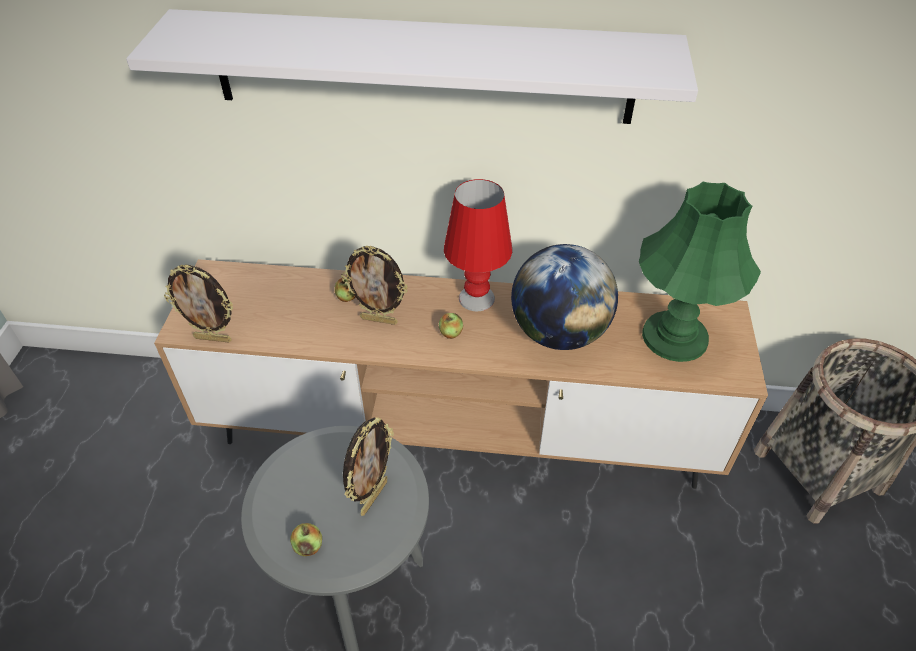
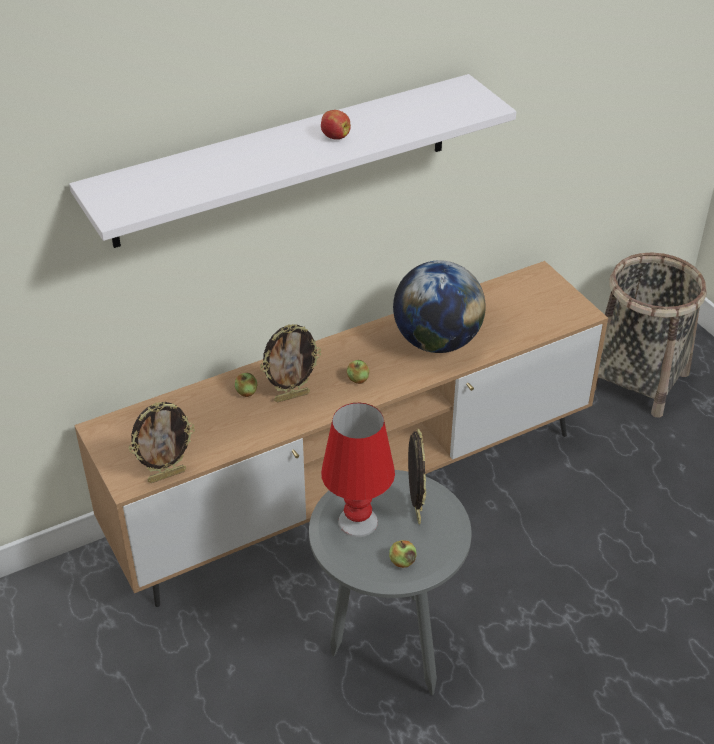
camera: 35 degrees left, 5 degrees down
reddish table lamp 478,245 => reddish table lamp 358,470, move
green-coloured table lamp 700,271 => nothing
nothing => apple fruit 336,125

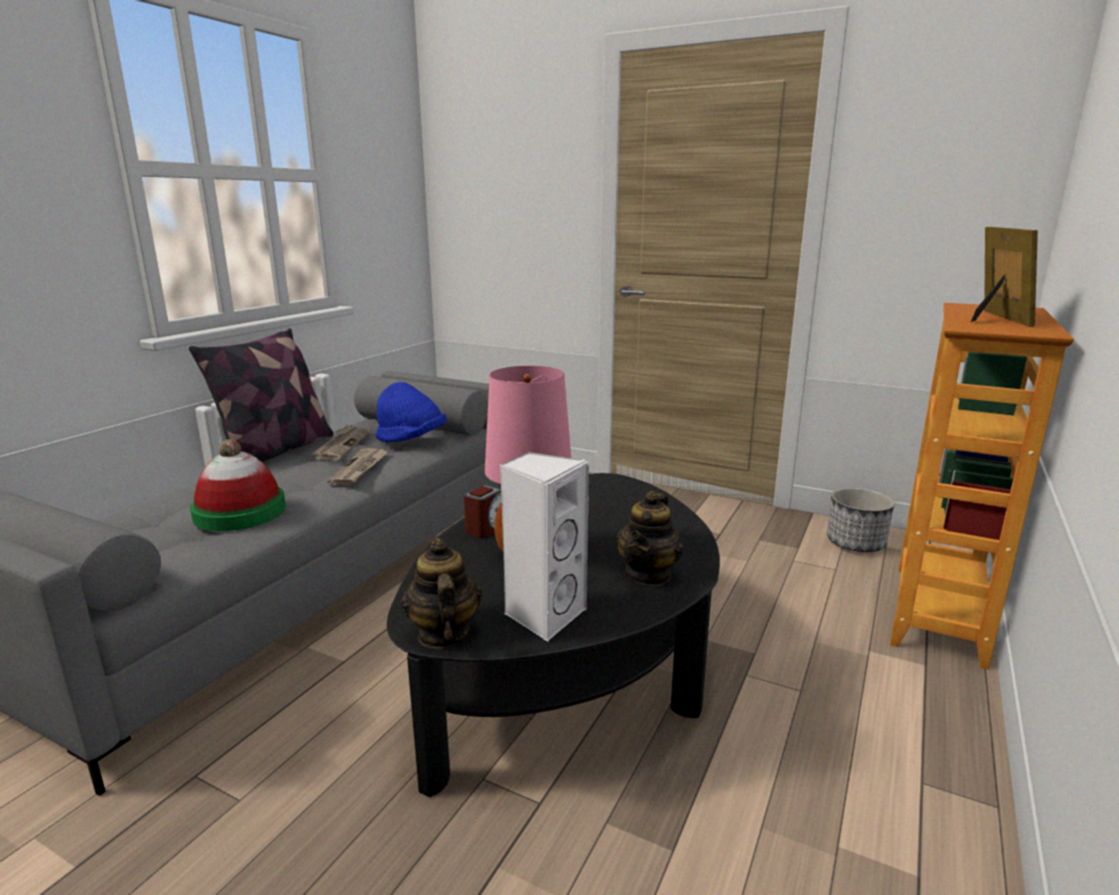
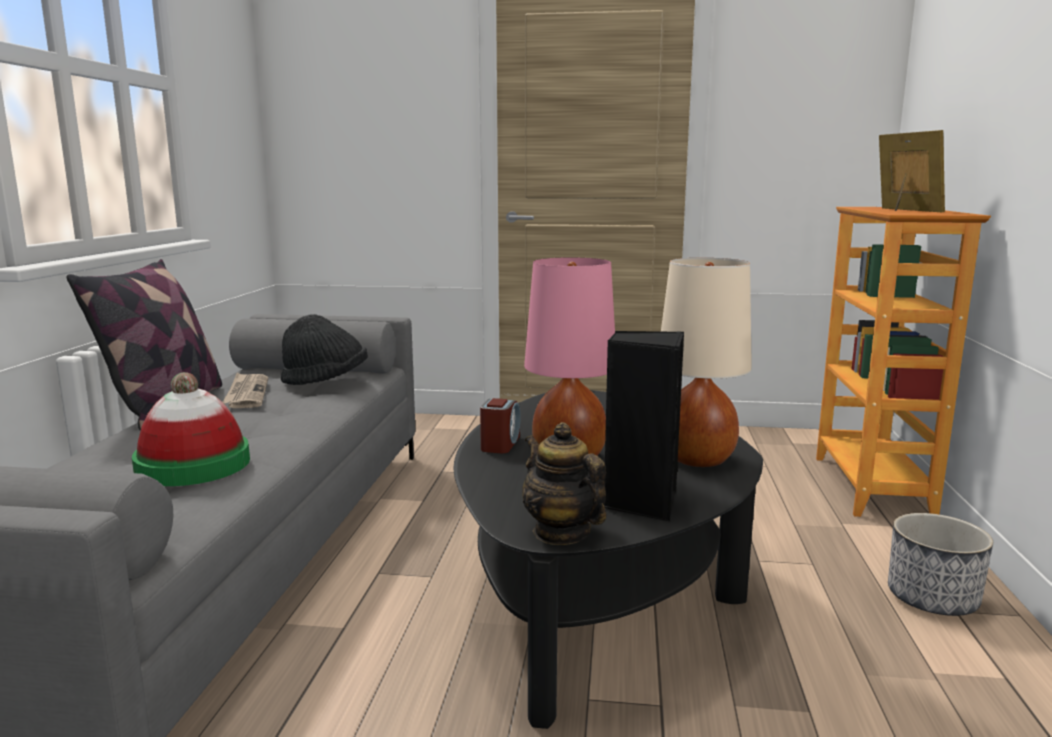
camera: 20 degrees left, 5 degrees down
blue wearable hat 411,412 => black-coloured wearable hat 324,349
newspaper 357,467 => nothing
white-coloured loudspeaker 544,546 => black-coloured loudspeaker 644,426
flower pot 861,520 => flower pot 940,564, move
teapot 650,538 => beige-coloured table lamp 706,362

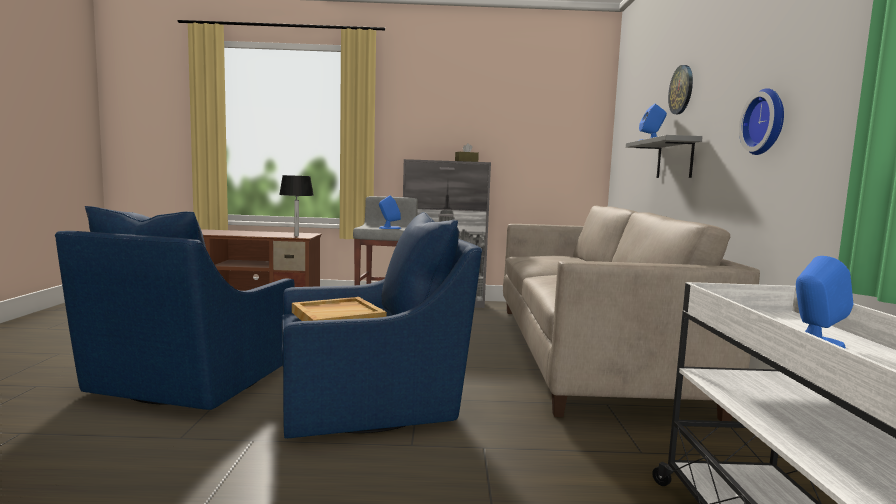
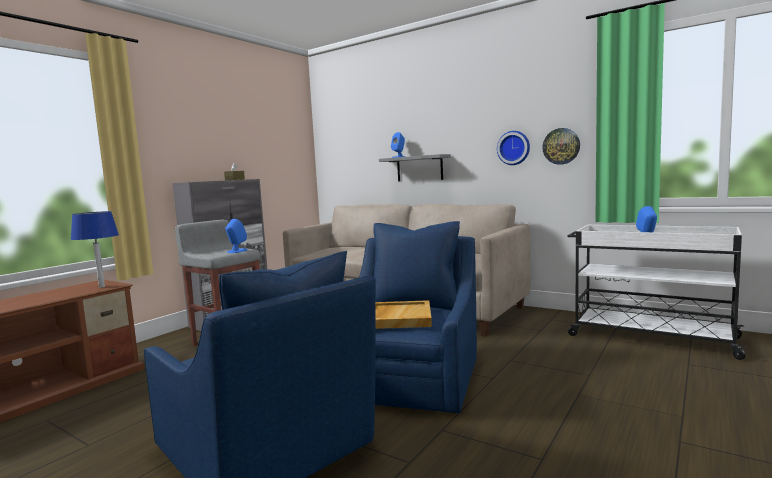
camera: 55 degrees left, 0 degrees up
wall clock 680,89 => wall clock 561,146, move
black-coloured table lamp 296,205 => blue table lamp 94,249

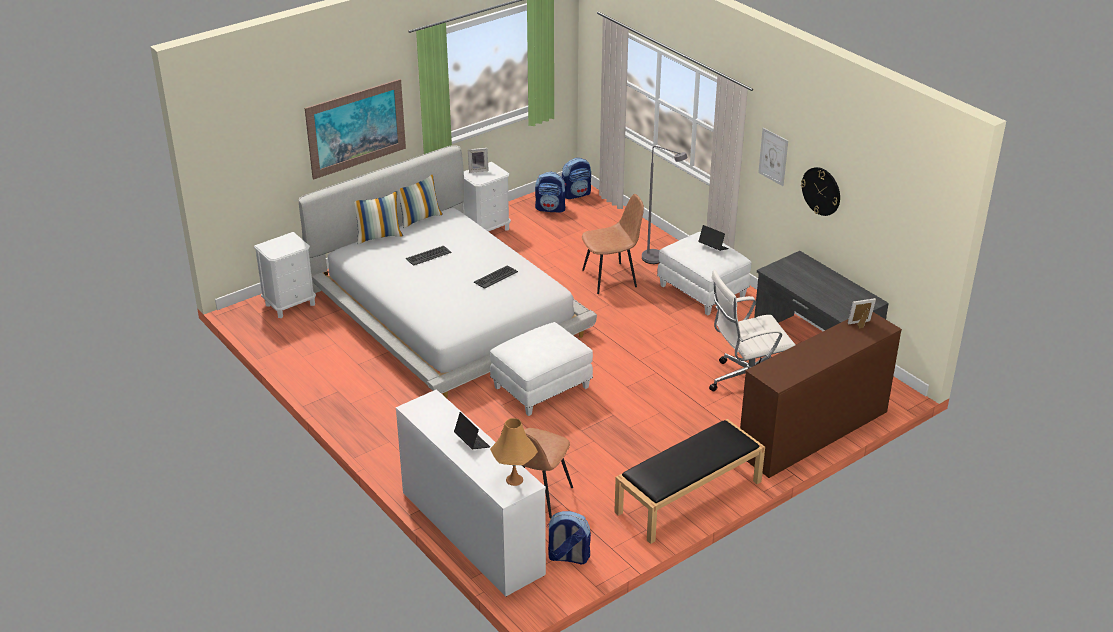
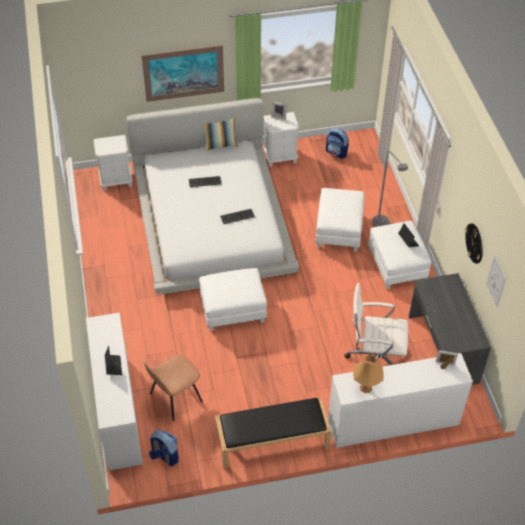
camera: 25 degrees right, 15 degrees up
picture 773,157 => picture 496,281, move
backpack 576,178 => nothing
throw pillow 379,217 => nothing
brown-coloured upright chair 613,244 => white-coloured ottoman 339,220
brown-coloured dresser 821,395 => white-coloured dresser 400,400
orangey table lamp 514,452 => orangey table lamp 368,374, move

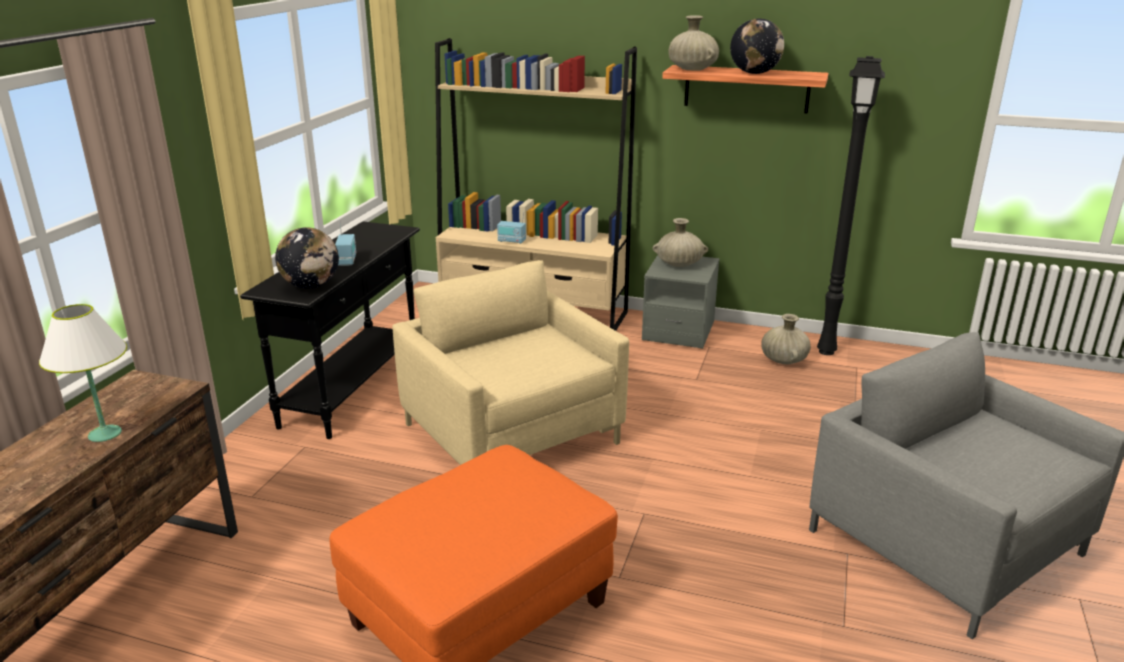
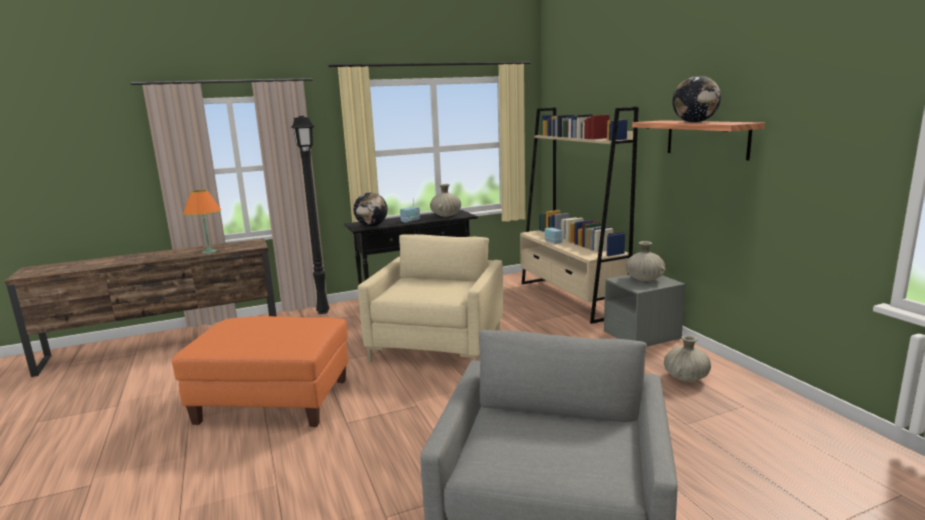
camera: 50 degrees right, 10 degrees down
beige-coloured flower vase 693,43 => beige-coloured flower vase 445,200, move
black-coloured standing lamp 851,205 => black-coloured standing lamp 310,215, move
white-coloured table lamp 83,373 => orangey table lamp 202,221

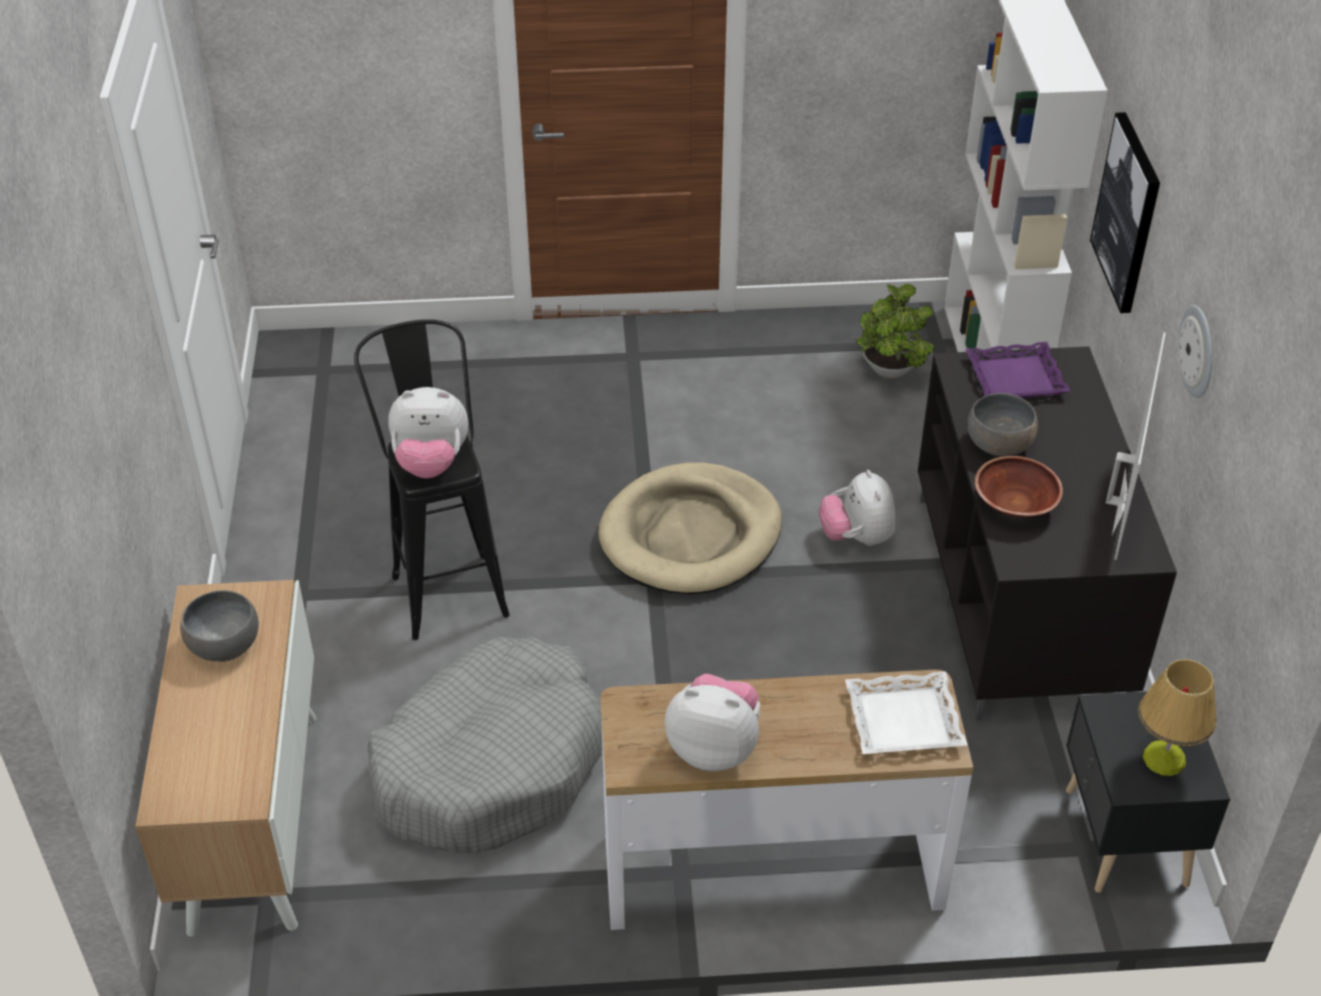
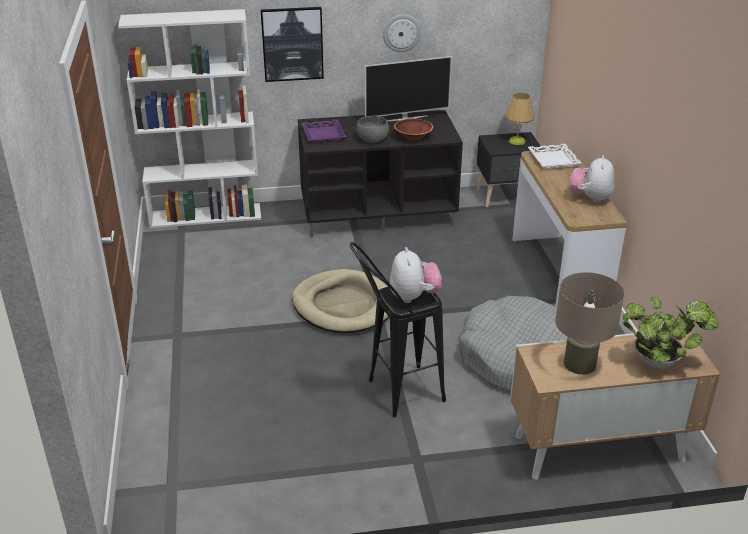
camera: 95 degrees left, 10 degrees down
plant in a pot 895,331 => plant in a pot 670,333, move
television 1136,446 => television 408,88, 150 degrees clockwise
cuddly toy 857,508 => nothing
grey deep dish 219,626 => beige-coloured table lamp 589,323

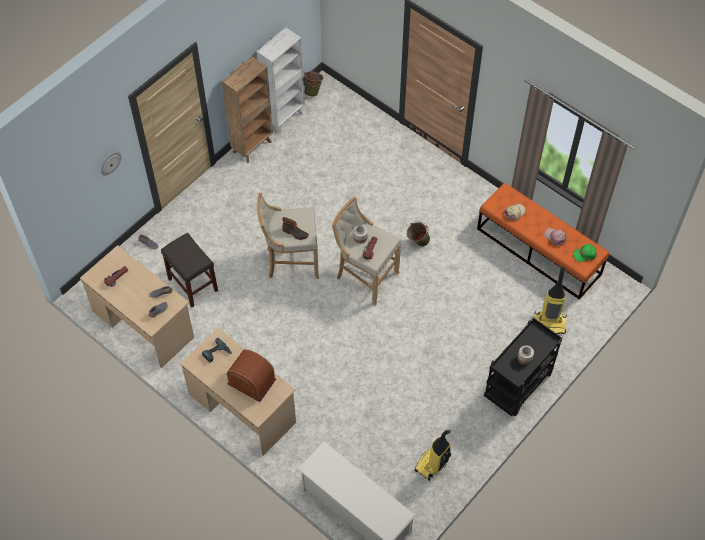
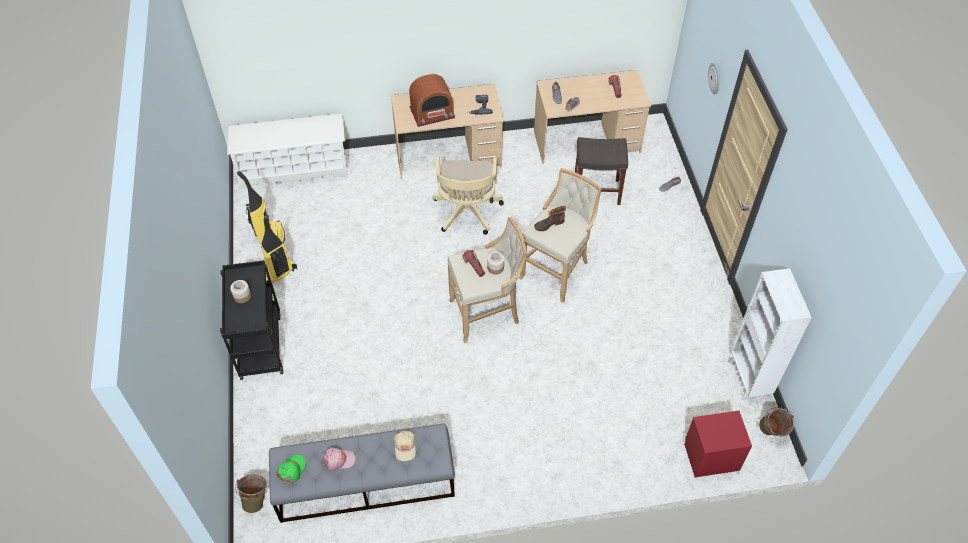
camera: 130 degrees right, 5 degrees down
brown-coloured bookcase 247,109 => nothing
orangey bench 543,241 => grey bench 362,473
green-coloured pail 418,234 => green-coloured pail 251,493, move
vacuum 550,300 => vacuum 279,249, move
nothing => beige-coloured desk chair 468,195
nothing => reddish bedside table 718,444

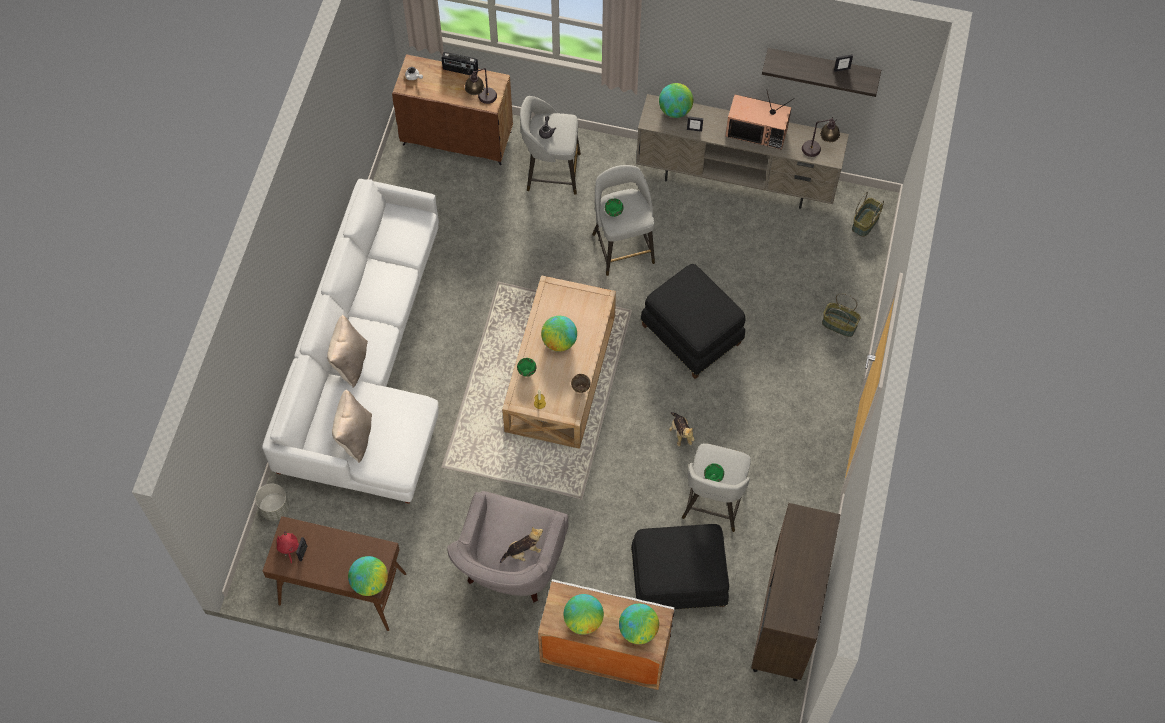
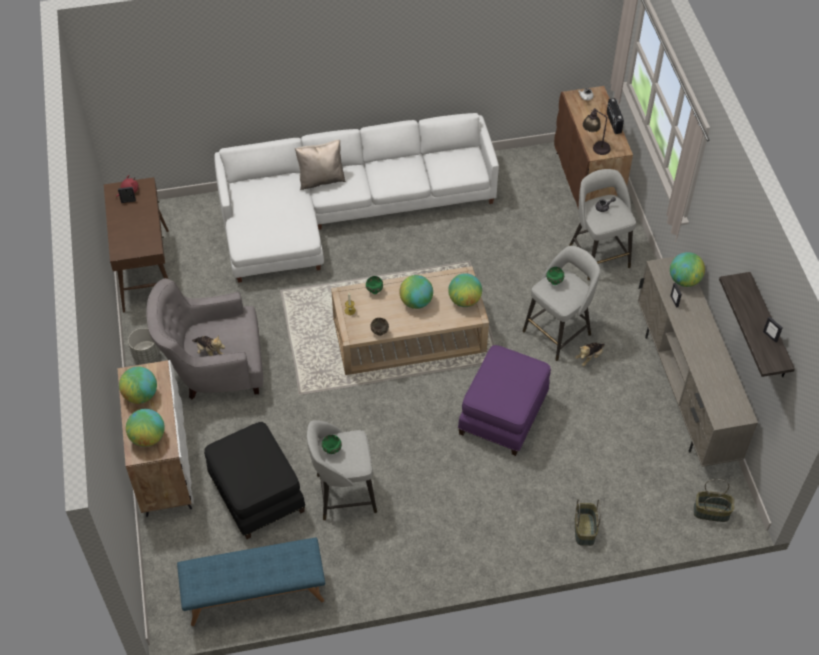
camera: 65 degrees right, 10 degrees down
television 760,119 => nothing
table lamp 821,137 => nothing
black-coloured ottoman 693,321 => purple ottoman 504,400
beige-coloured throw pillow 352,426 => nothing
cuddly toy 682,429 => cuddly toy 590,354, move
grey flower pot 272,502 => grey flower pot 143,345, move
brown-coloured cabinet 796,592 => blue bench 251,582
world globe 368,576 => world globe 465,290, move

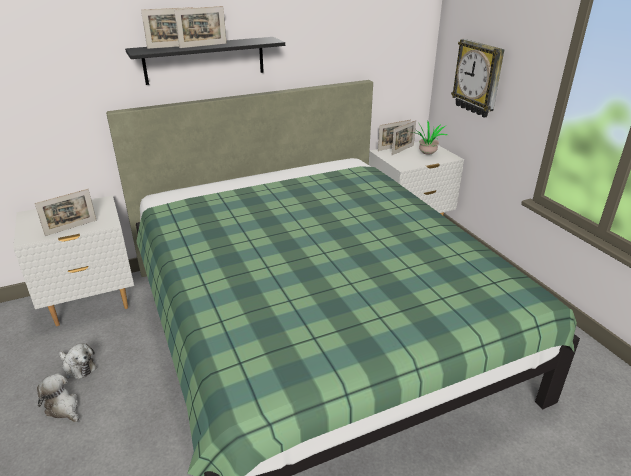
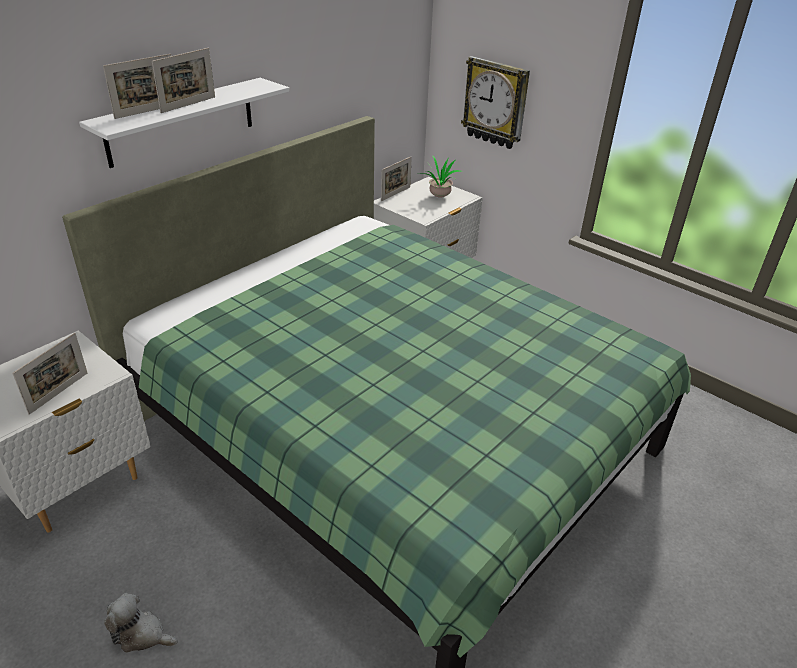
camera: 25 degrees left, 5 degrees up
black-coloured wall shelf 205,61 => white-coloured wall shelf 184,123
picture frame 404,137 => nothing
cuddly toy 78,361 => nothing

